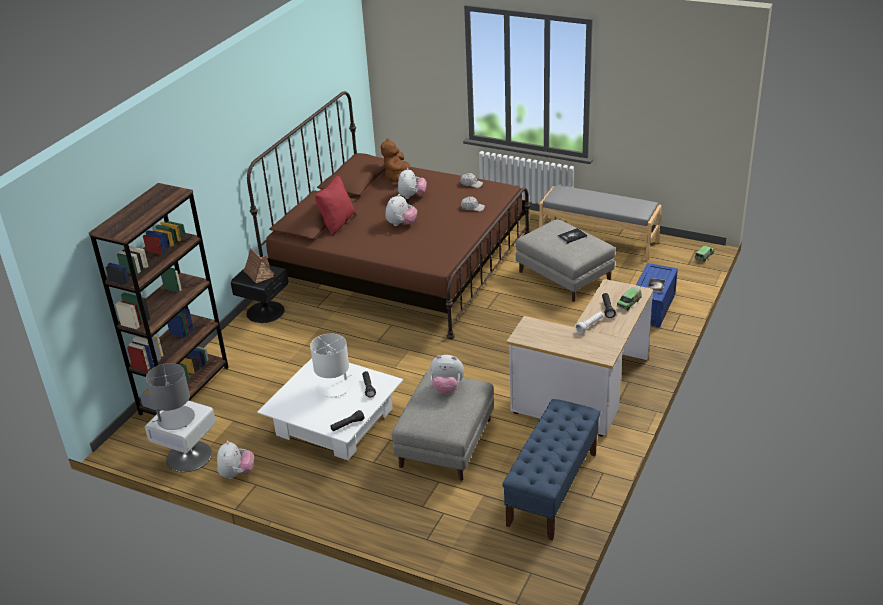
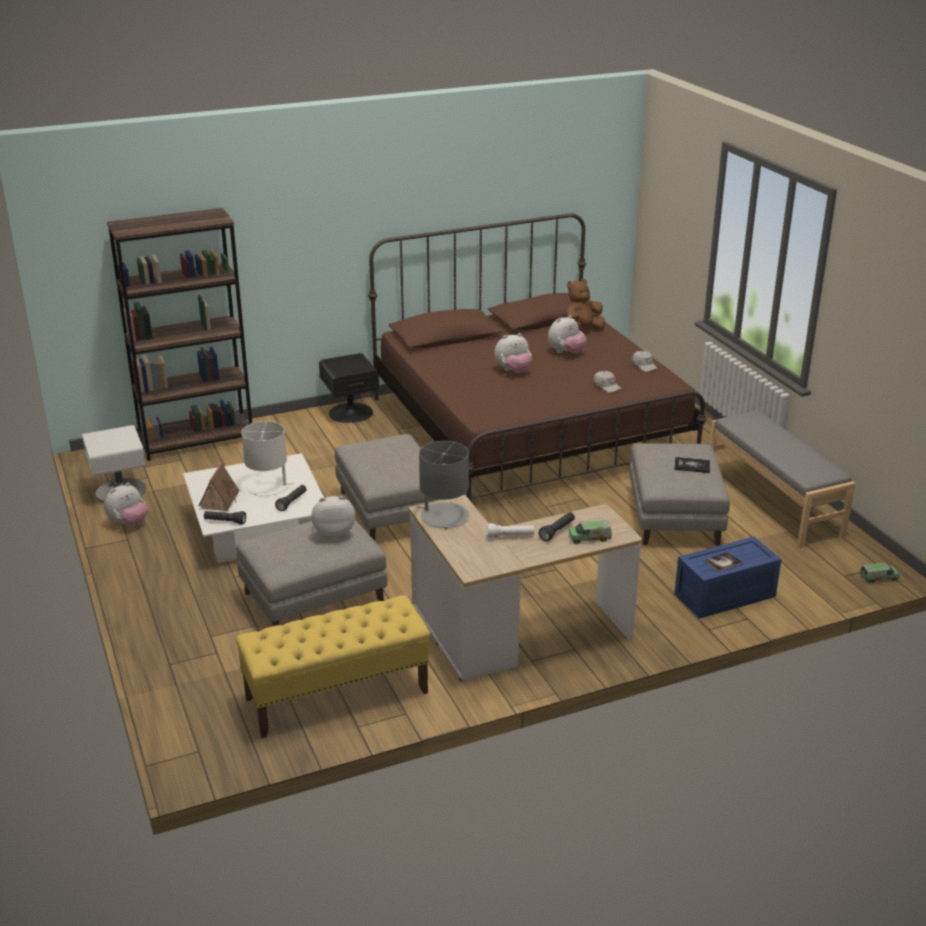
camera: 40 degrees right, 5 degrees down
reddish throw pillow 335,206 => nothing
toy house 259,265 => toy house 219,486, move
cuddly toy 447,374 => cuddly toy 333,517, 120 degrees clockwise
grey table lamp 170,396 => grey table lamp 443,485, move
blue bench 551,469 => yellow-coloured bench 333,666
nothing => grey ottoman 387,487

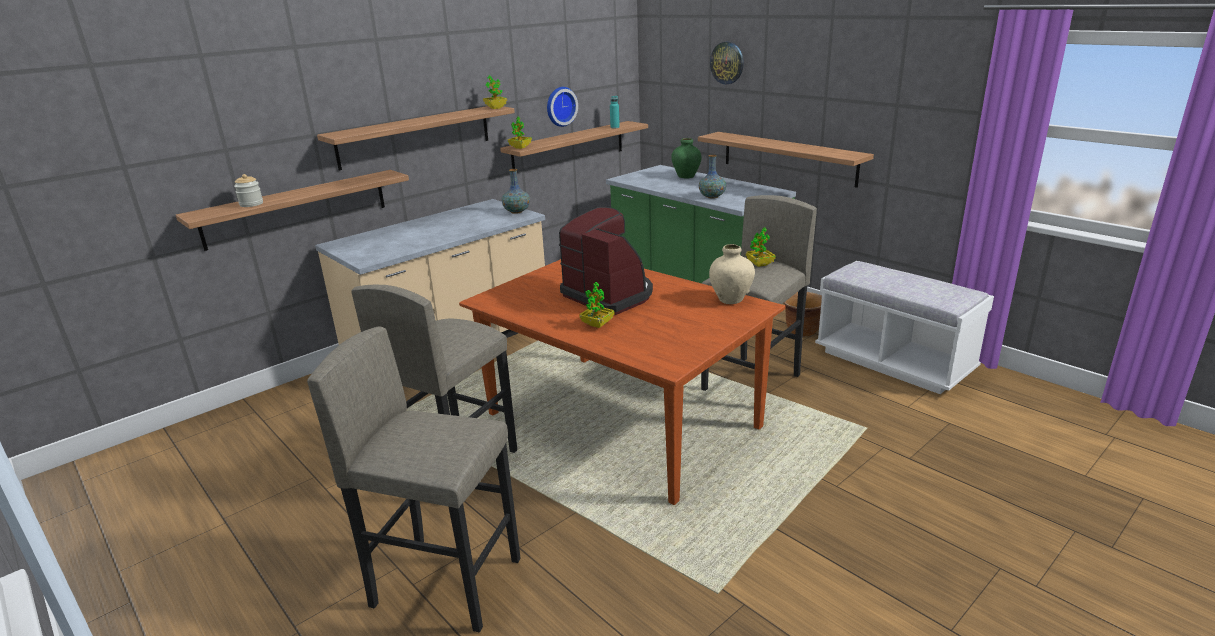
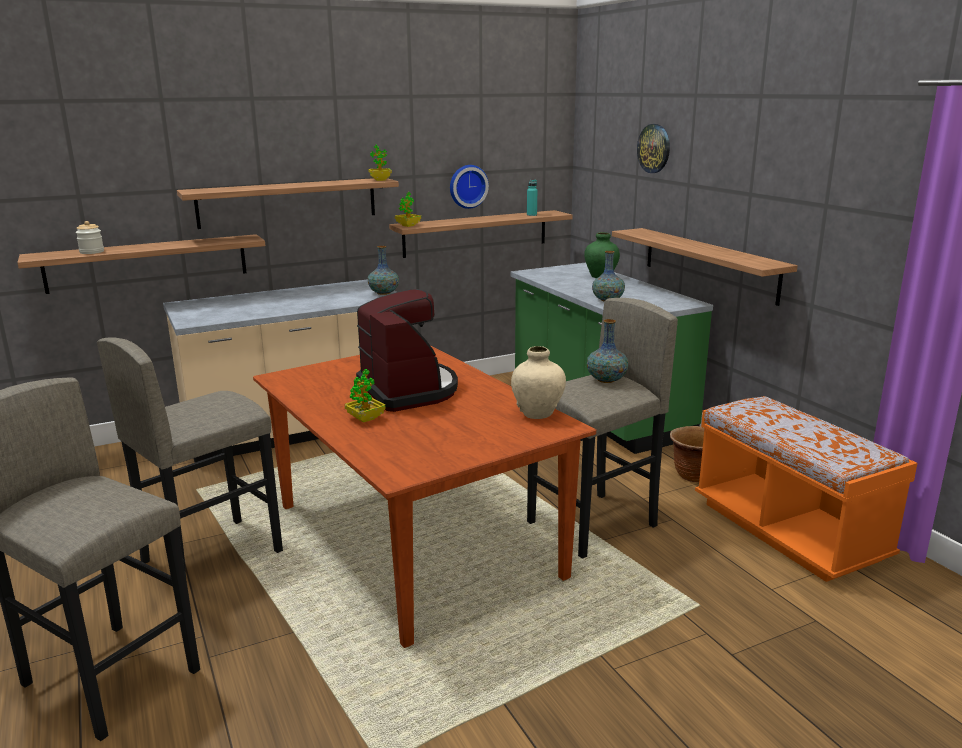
camera: 15 degrees right, 5 degrees down
plant in a pot 761,247 => flower vase 607,351
white-coloured bench 904,327 => orangey bench 806,489

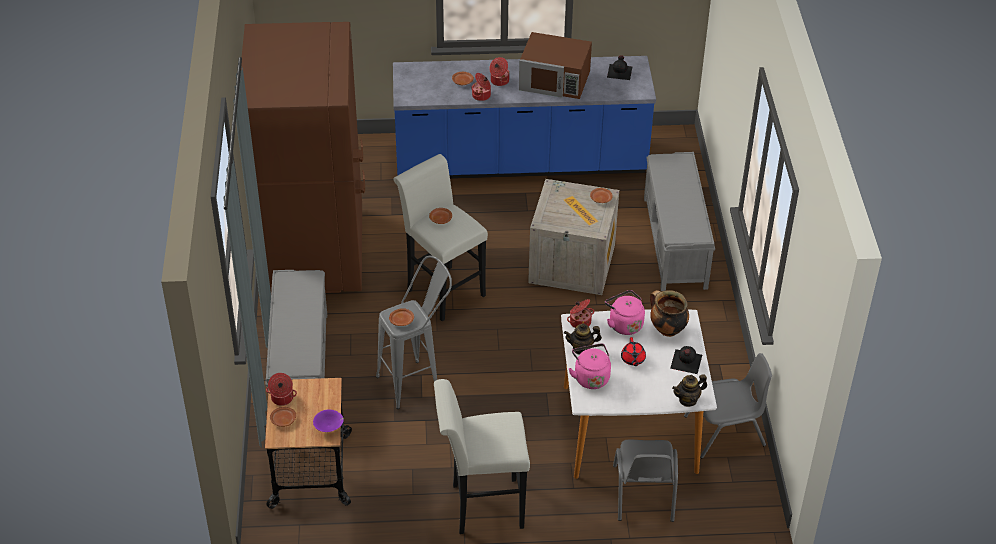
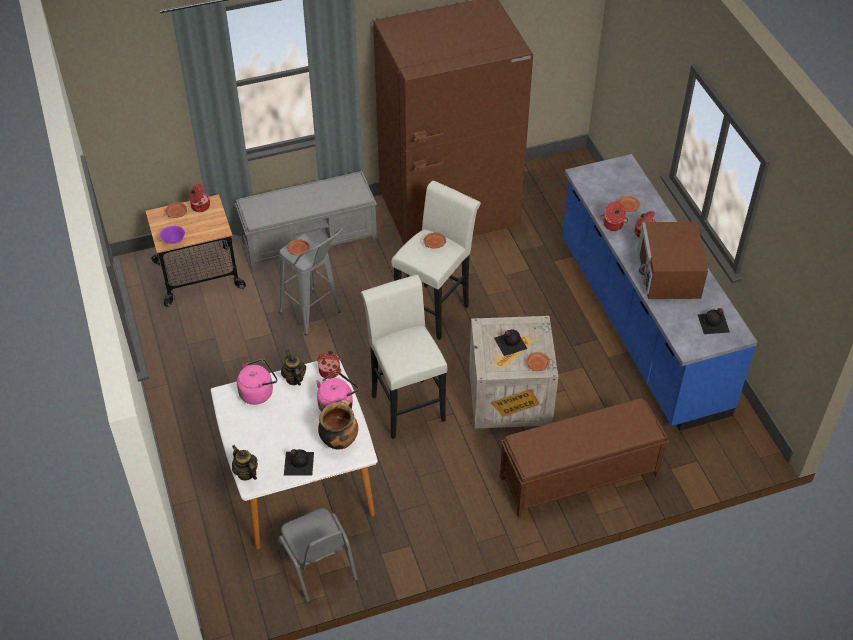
camera: 75 degrees right, 5 degrees up
grey bench 679,221 => brown-coloured bench 584,458
reddish teapot 633,351 => nothing
white-coloured stool 482,456 => white-coloured stool 404,357, move
grey upright chair 645,481 => nothing
nothing => black-coloured bottle 510,342

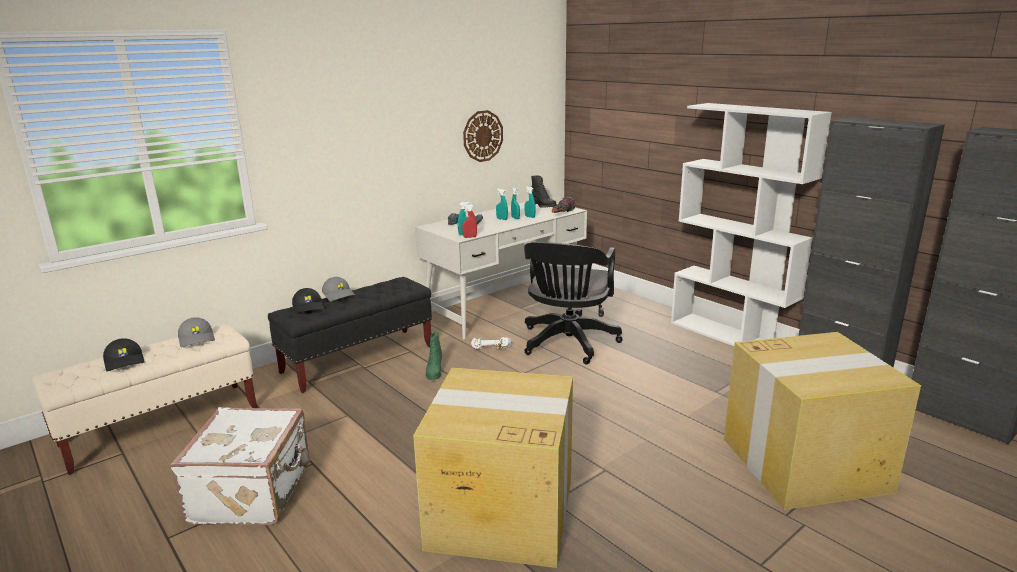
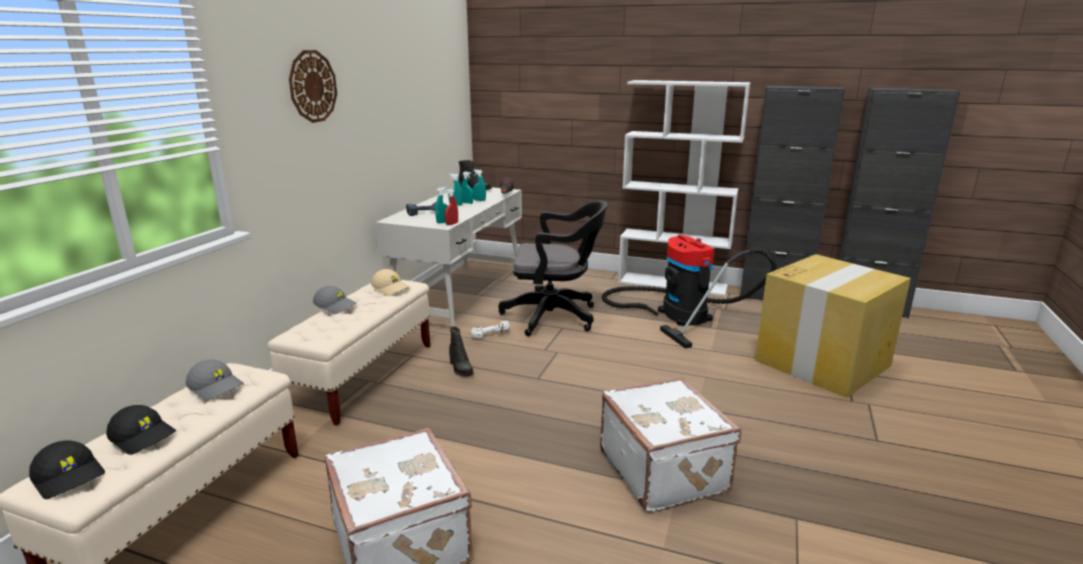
camera: 30 degrees left, 0 degrees up
wall clock 483,136 => wall clock 313,86, move
black-coloured desk chair 573,303 => black-coloured desk chair 553,268, 75 degrees counterclockwise
black-coloured bench 350,335 => beige-coloured bench 348,352
black-coloured cap 308,301 => black-coloured cap 67,469, move
green-coloured high-top boot 434,356 => black-coloured high-top boot 461,351
cardboard box 493,468 => white-coloured suitcase 670,445
nothing => vacuum 689,292
nothing => beige-coloured cap 390,282

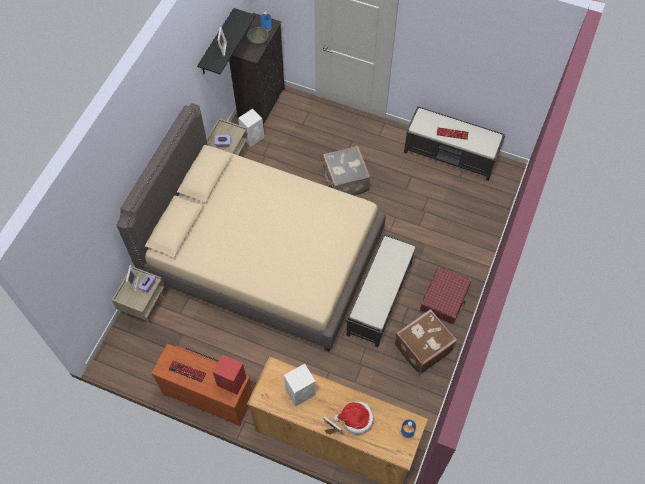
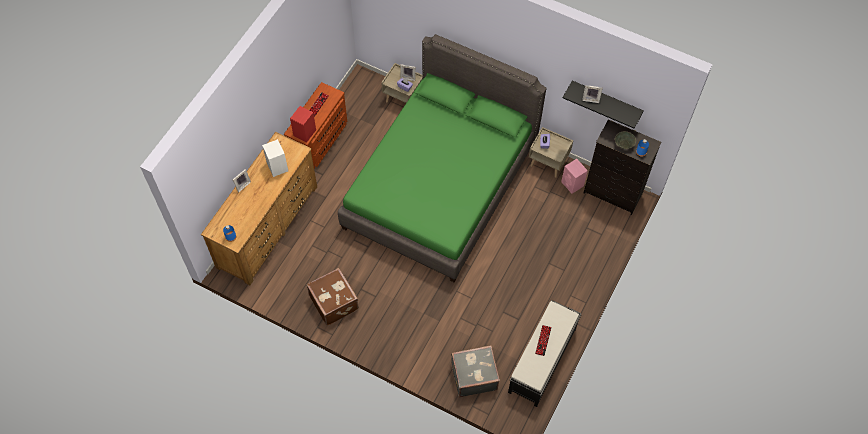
camera: 95 degrees right, 0 degrees up
beige-coloured sleeping bed 251,227 => green-coloured sleeping bed 442,158
white-coloured loudspeaker 251,128 => pink loudspeaker 574,176
grey suitcase 346,171 => grey suitcase 475,371, move
black-coloured bench 381,291 => nothing
reddish suitcase 445,295 => nothing
wearable hat 353,418 => nothing

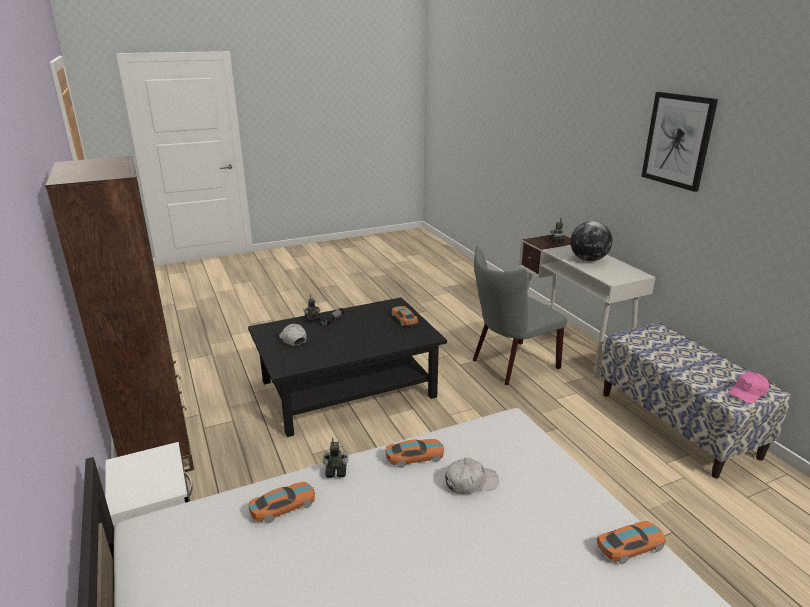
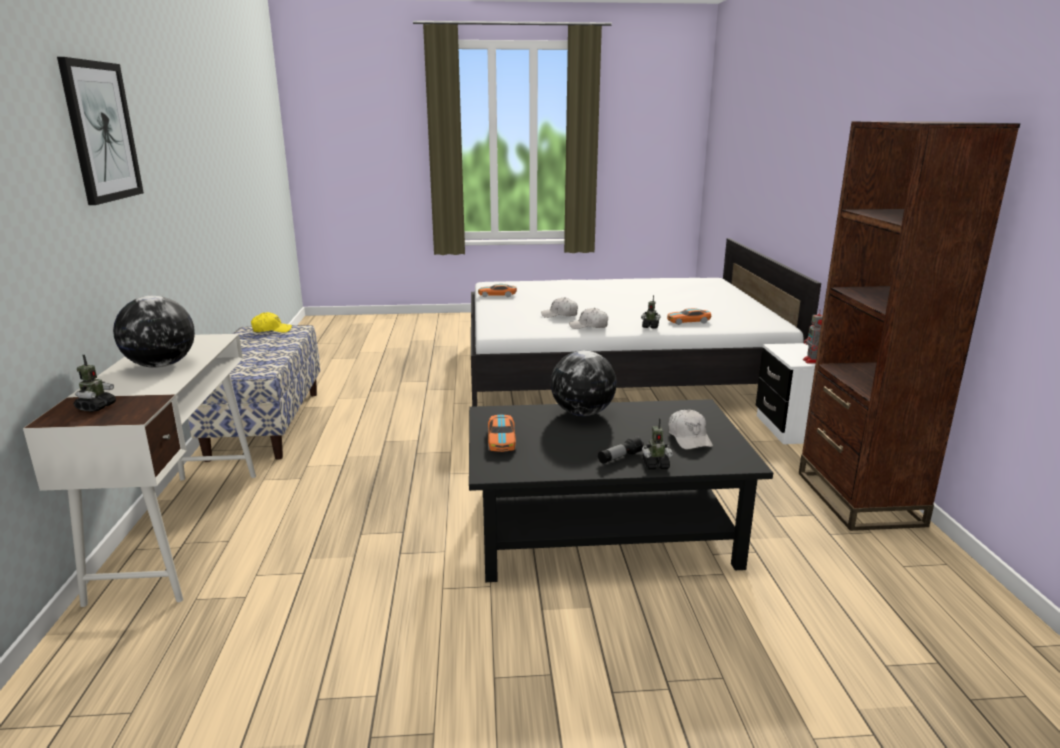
camera: 160 degrees left, 5 degrees down
grey upright chair 520,315 => nothing
pink cap 748,388 => yellow-coloured cap 271,322
toy car 415,453 => white-coloured cap 588,318
nothing => model robot 813,336
nothing => world globe 584,383

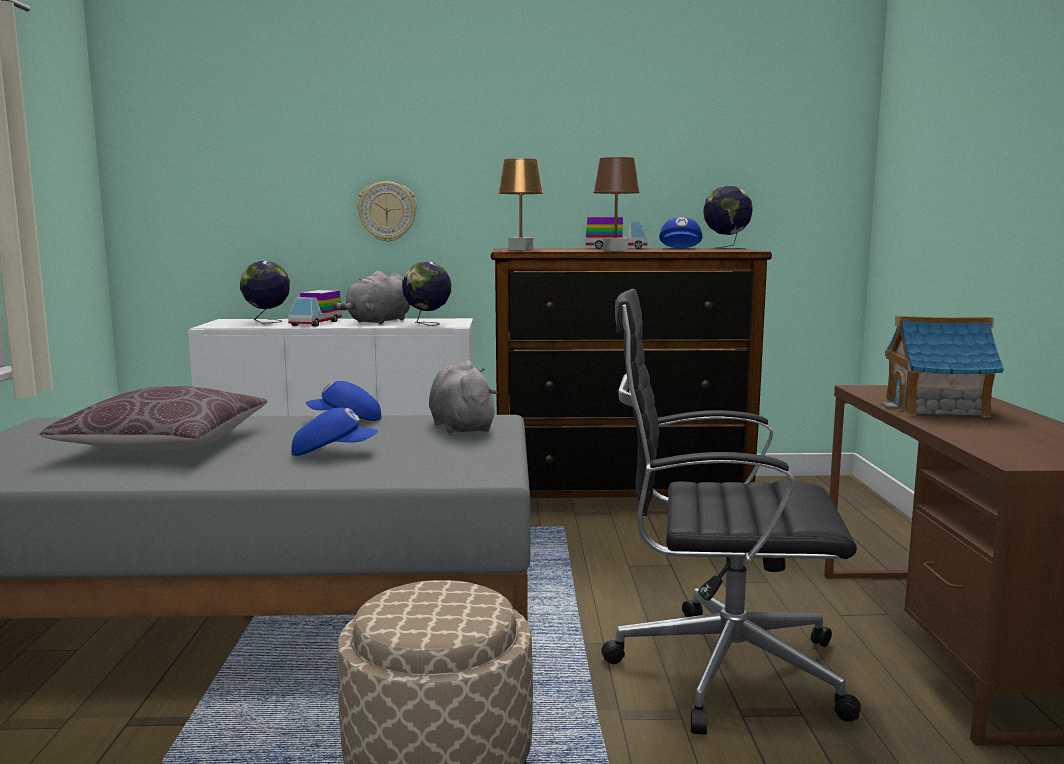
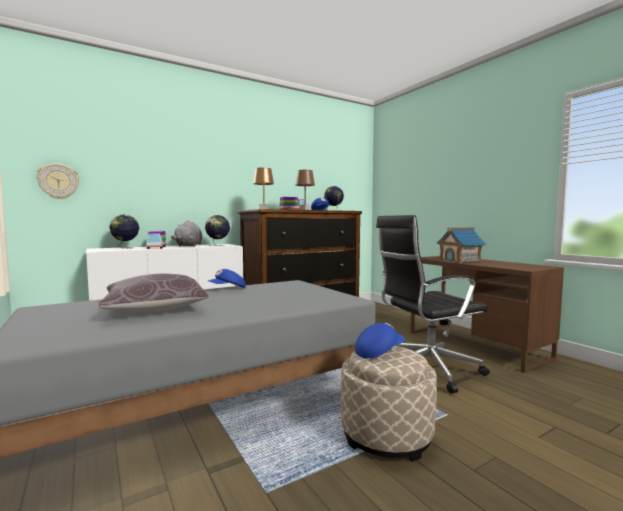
camera: 30 degrees left, 5 degrees down
wall clock 387,211 => wall clock 57,181, move
grey cuddly toy 463,396 => nothing
blue cap 334,432 => blue cap 380,340, move

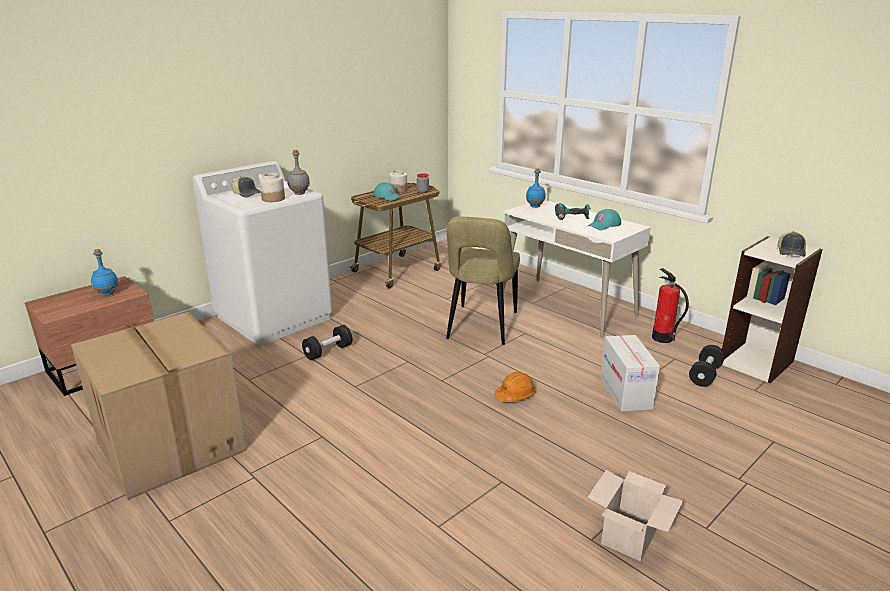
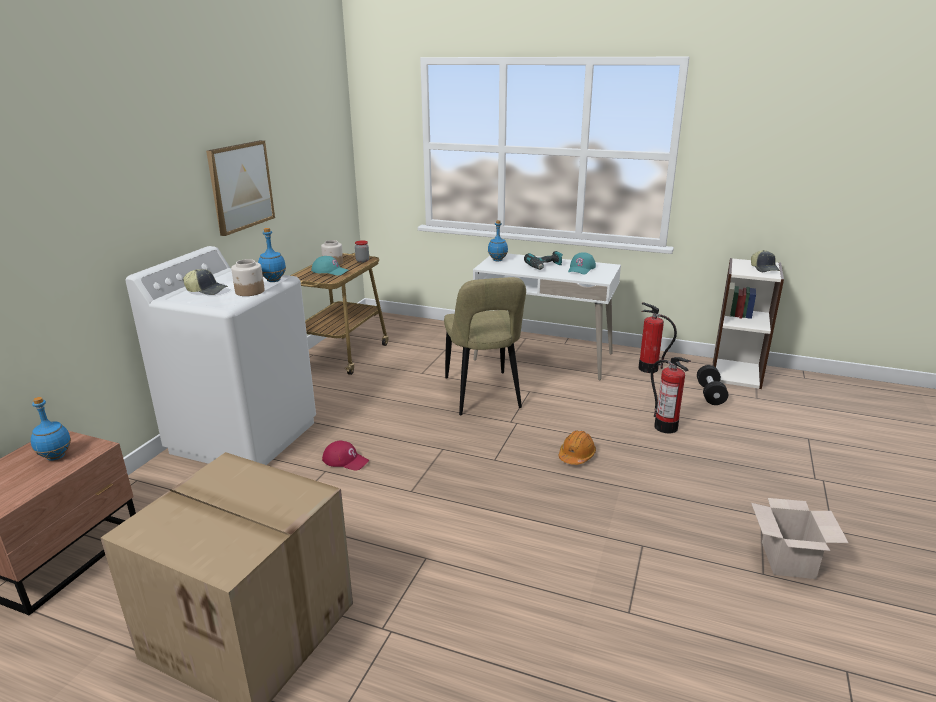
camera: 25 degrees left, 0 degrees up
grey bottle 298,172 => blue bottle 272,255
black-coloured dumbbell 327,342 => reddish cap 345,455
cardboard box 630,373 => fire-fighting cylinder 671,395
nothing => picture 240,188

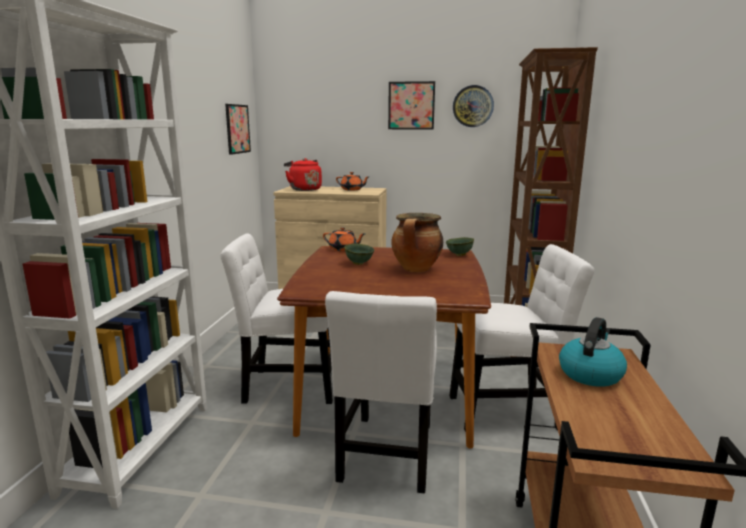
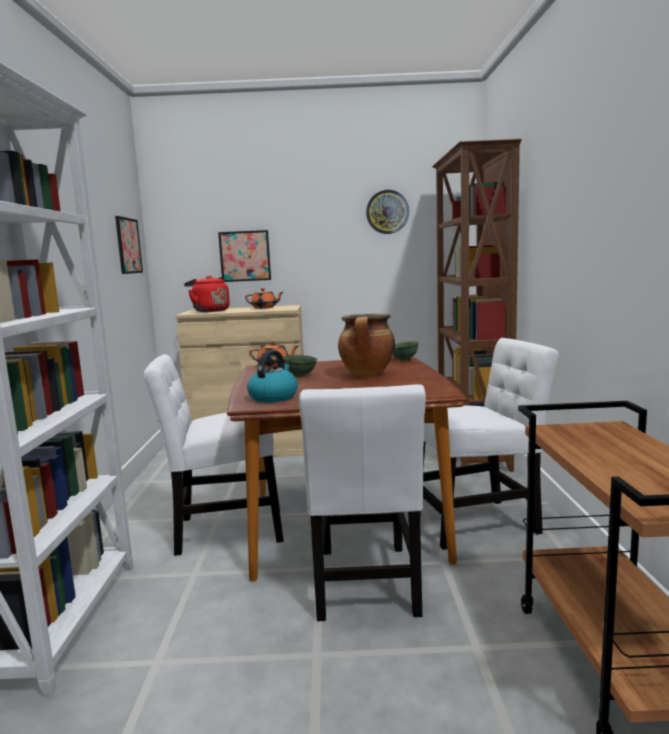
camera: 10 degrees left, 5 degrees down
picture 411,105 => picture 244,256, move
water kettle 593,352 => water kettle 272,376, move

